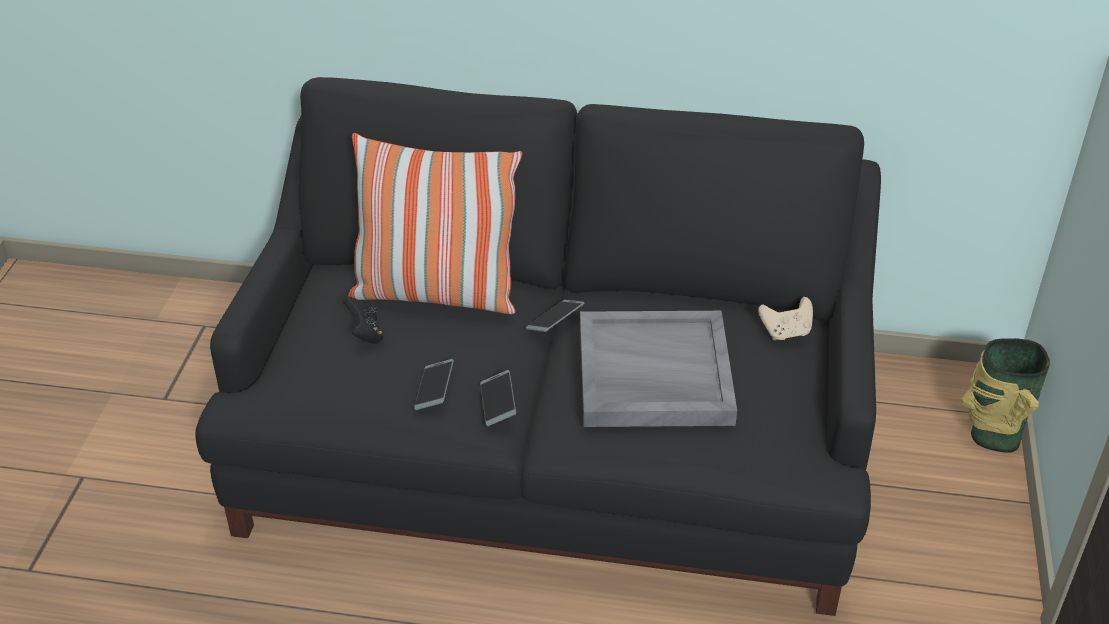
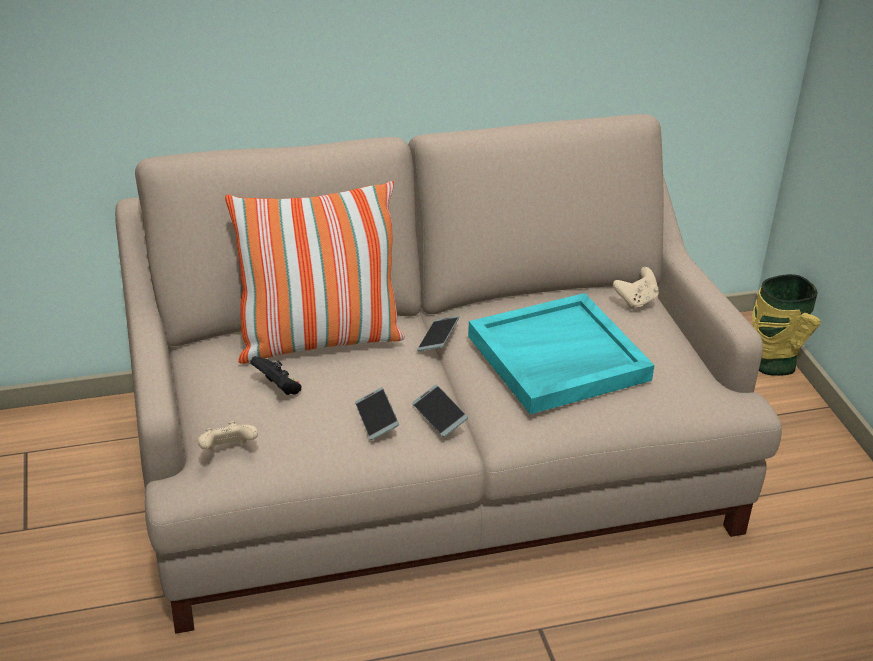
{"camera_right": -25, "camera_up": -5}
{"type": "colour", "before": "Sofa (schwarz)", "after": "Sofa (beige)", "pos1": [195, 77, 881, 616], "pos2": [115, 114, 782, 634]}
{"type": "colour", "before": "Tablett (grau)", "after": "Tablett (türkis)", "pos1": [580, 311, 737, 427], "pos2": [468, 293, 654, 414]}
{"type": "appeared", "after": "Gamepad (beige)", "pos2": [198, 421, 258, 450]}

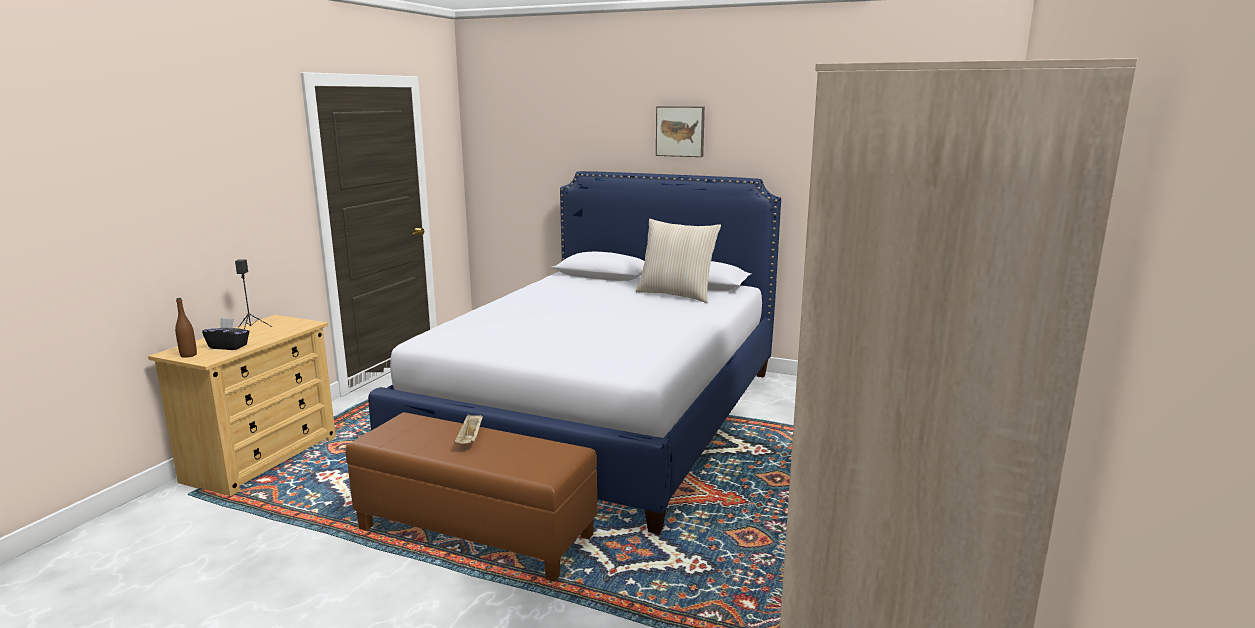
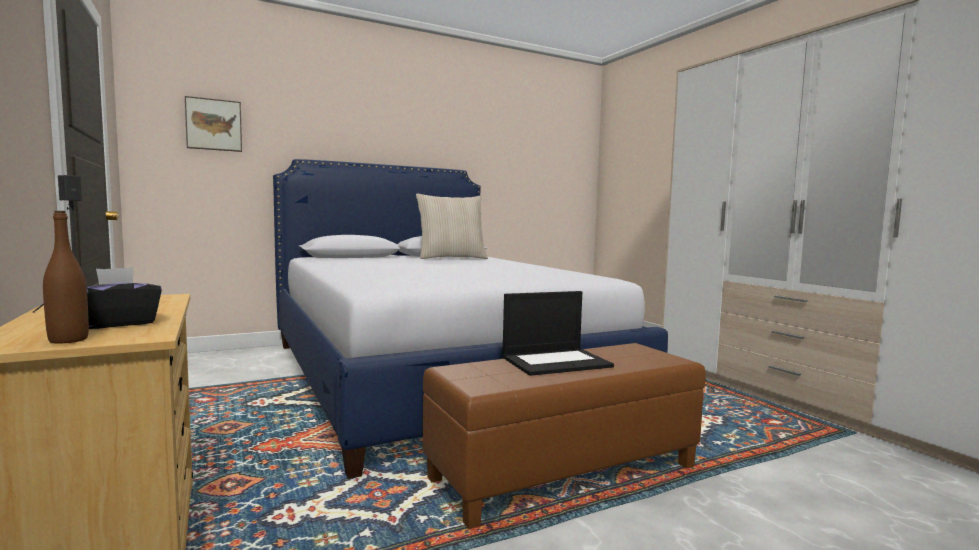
{"camera_right": -50, "camera_up": -10}
{"type": "relocated", "before": "Bild", "pos1": [656, 106, 705, 157], "pos2": [185, 96, 242, 152]}
{"type": "exchanged", "before": "Tablett (beige)", "after": "Laptop", "pos1": [455, 414, 483, 444], "pos2": [503, 291, 614, 376]}

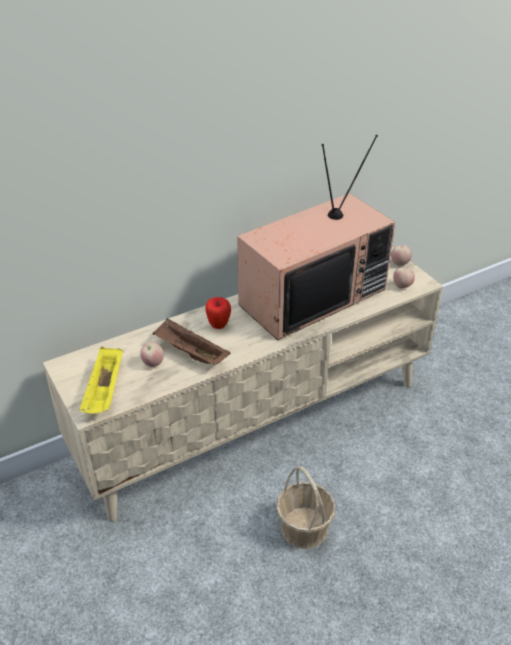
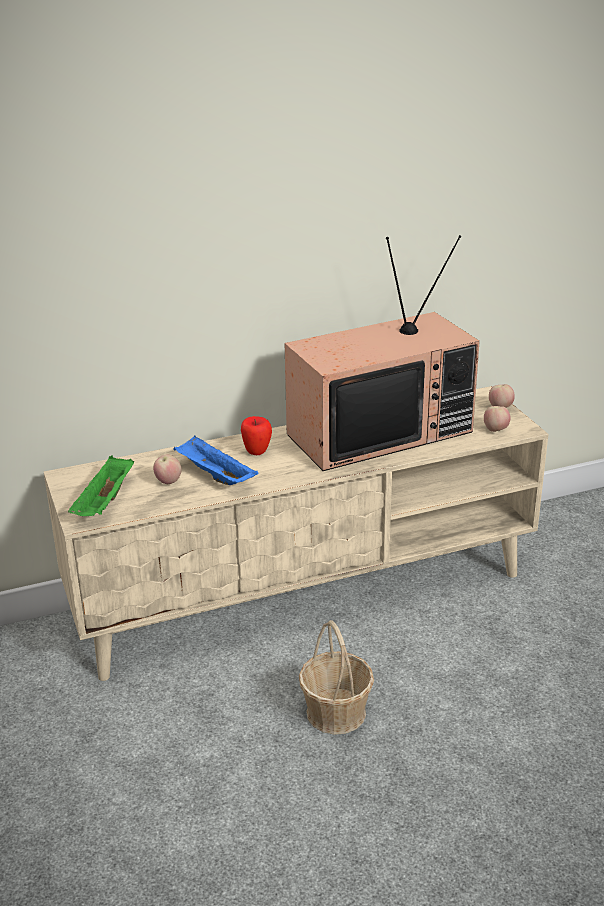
{"camera_right": 10, "camera_up": -10}
{"type": "colour", "before": "Tablett (braun)", "after": "Tablett (blau)", "pos1": [153, 318, 230, 365], "pos2": [173, 436, 258, 485]}
{"type": "colour", "before": "Tablett (gelb)", "after": "Tablett (grün)", "pos1": [79, 346, 123, 414], "pos2": [68, 455, 134, 516]}

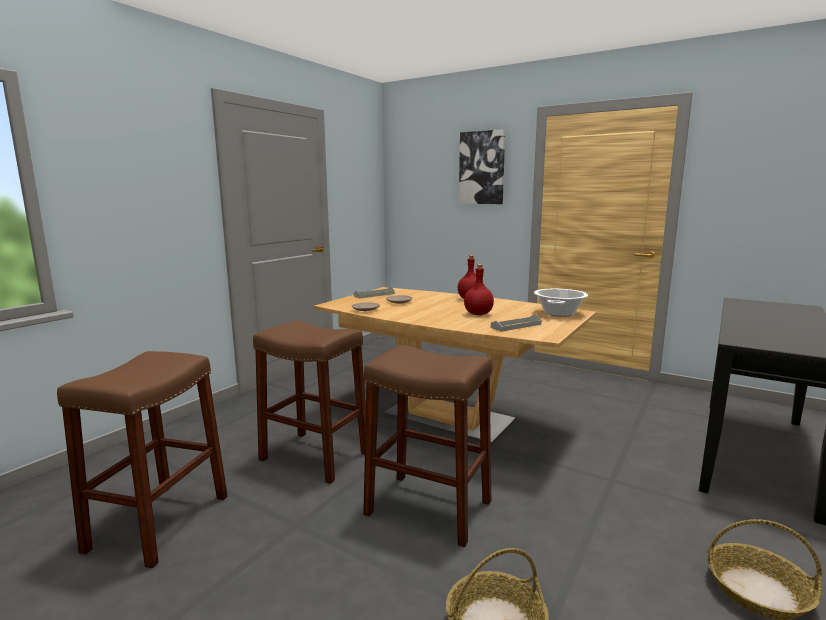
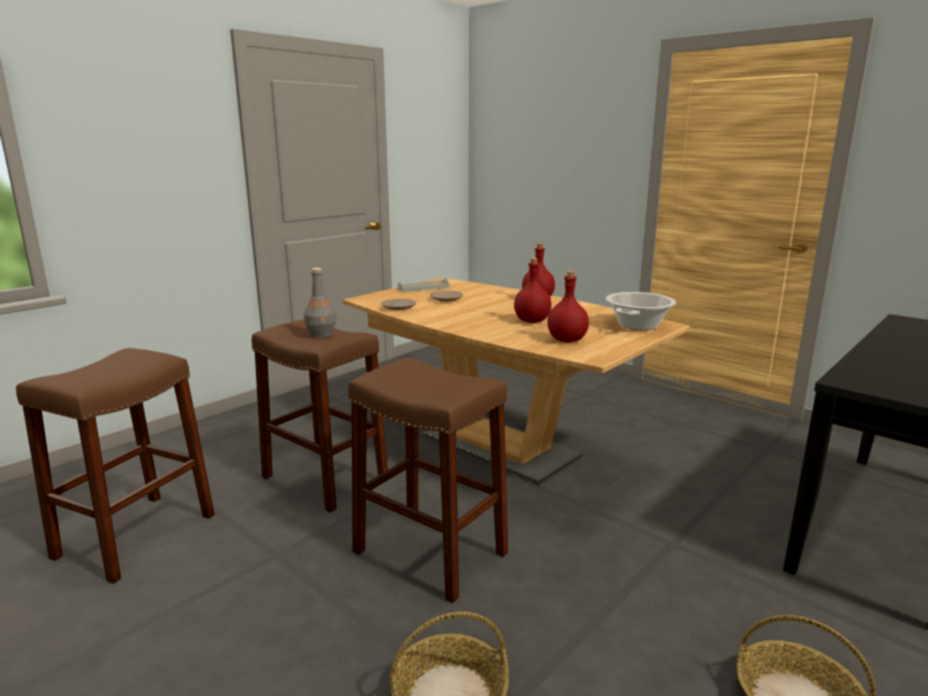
{"camera_right": 10, "camera_up": 5}
{"type": "missing", "before": "Bild", "pos1": [459, 129, 505, 204]}
{"type": "exchanged", "before": "Tablett (grau)", "after": "Flasche (rot)", "pos1": [491, 314, 542, 332], "pos2": [547, 271, 589, 342]}
{"type": "appeared", "after": "Flasche (grau)", "pos2": [304, 268, 336, 338]}

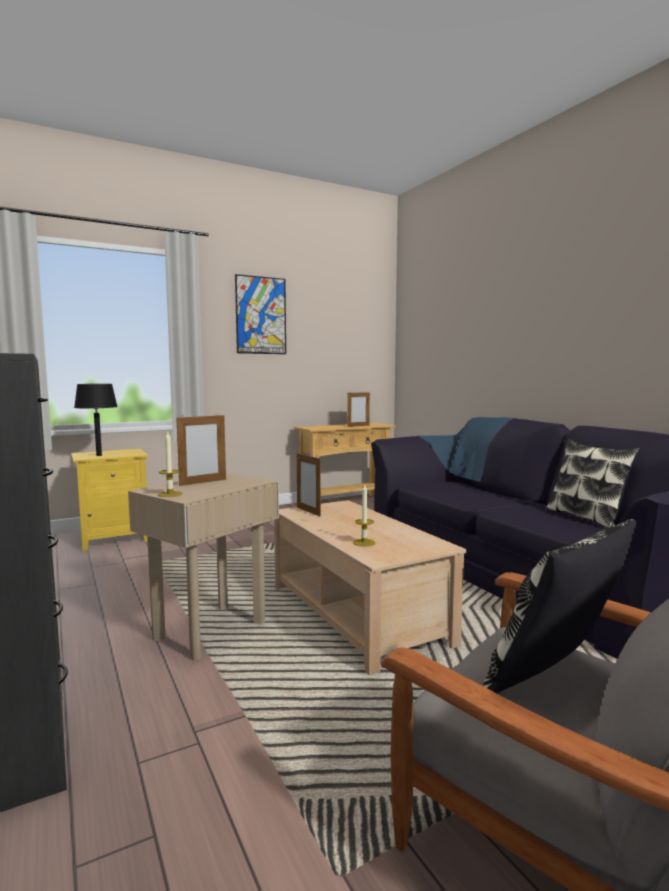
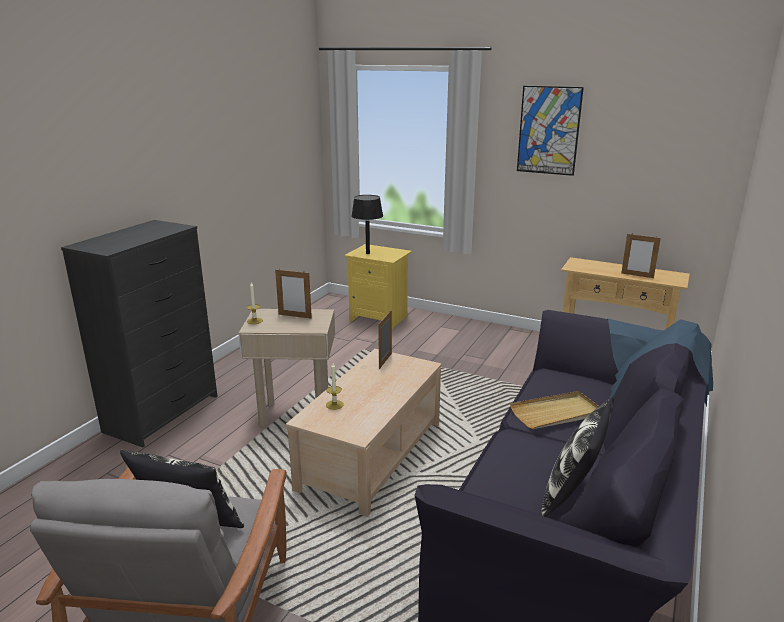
{"camera_right": 55, "camera_up": 15}
{"type": "appeared", "after": "Tablett (beige)", "pos2": [510, 391, 599, 429]}

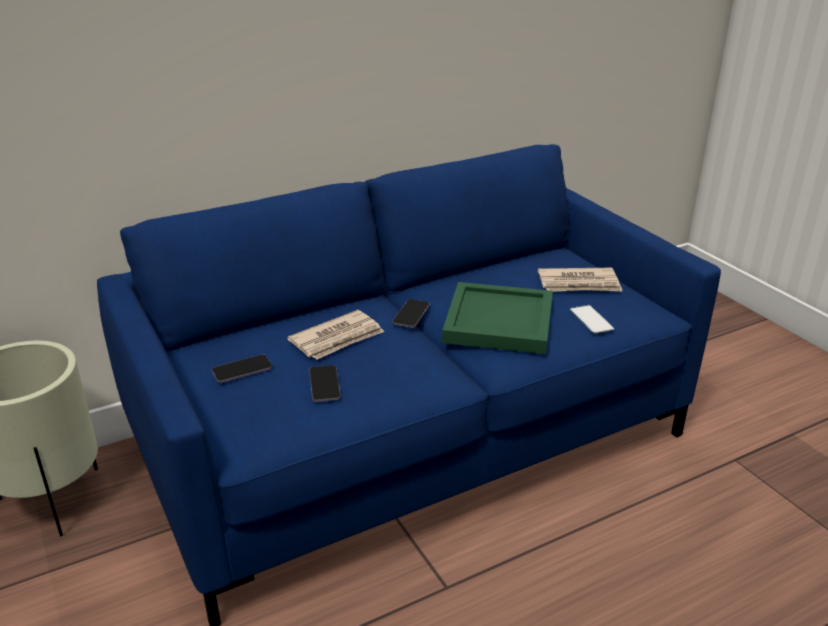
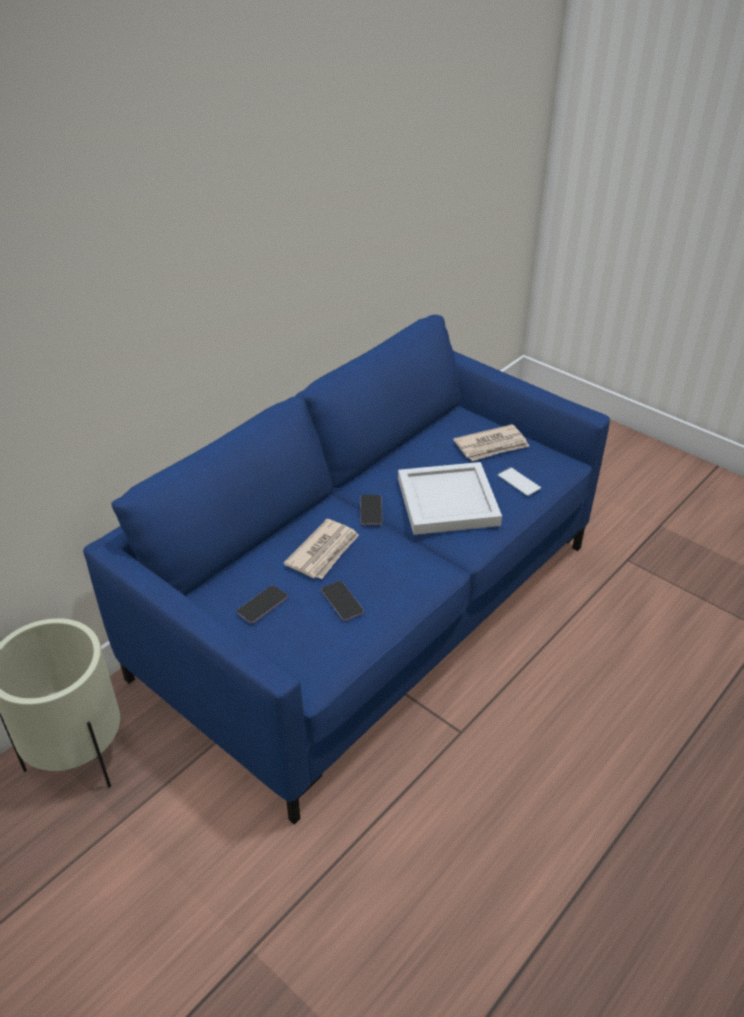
{"camera_right": -20, "camera_up": 10}
{"type": "colour", "before": "Tablett (grün)", "after": "Tablett (weiß)", "pos1": [442, 282, 553, 354], "pos2": [398, 462, 502, 535]}

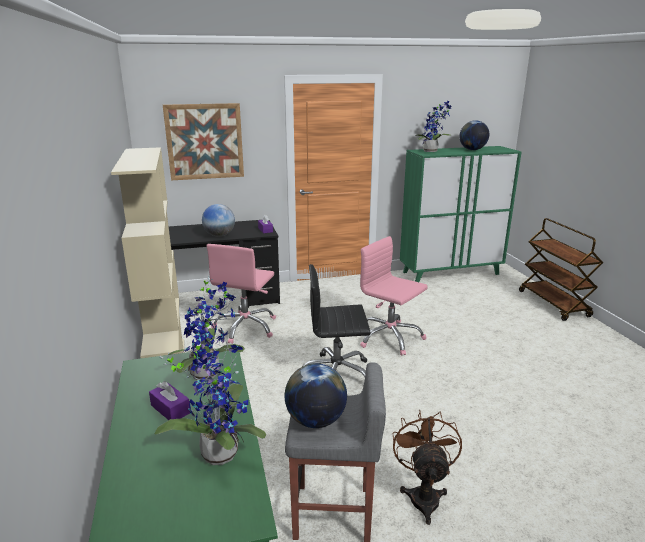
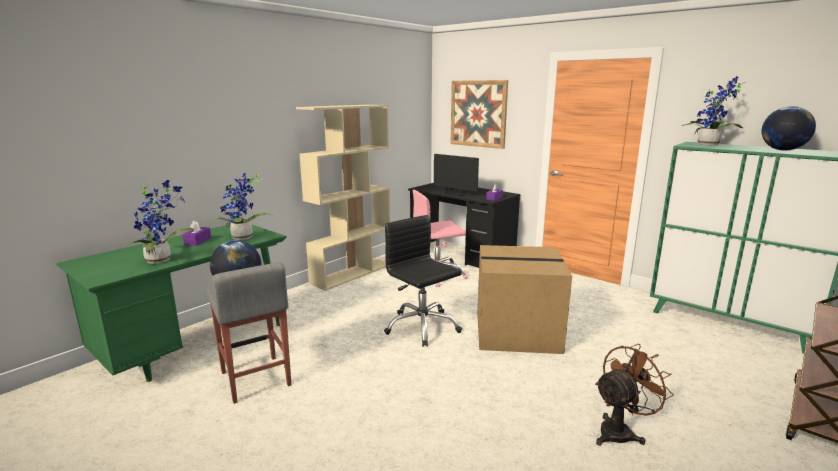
{"camera_right": 55, "camera_up": -5}
{"type": "exchanged", "before": "Globus", "after": "Monitor", "pos1": [202, 204, 235, 237], "pos2": [434, 154, 479, 196]}
{"type": "exchanged", "before": "Bürostuhl (rosa)", "after": "Karton", "pos1": [360, 236, 428, 356], "pos2": [477, 245, 572, 354]}
{"type": "relocated", "before": "Ventilator (braun)", "pos1": [393, 410, 462, 525], "pos2": [595, 344, 674, 446]}

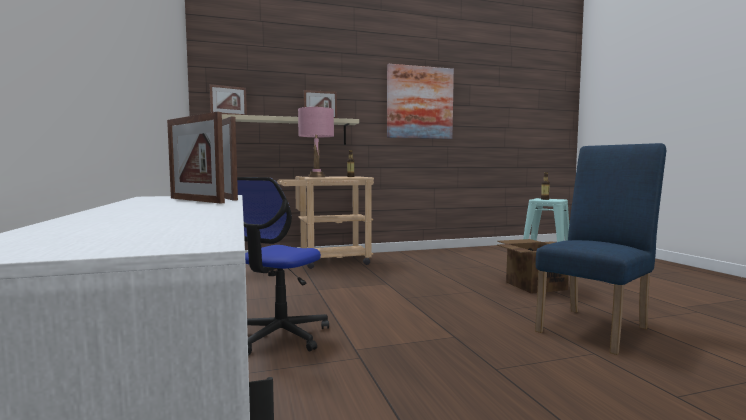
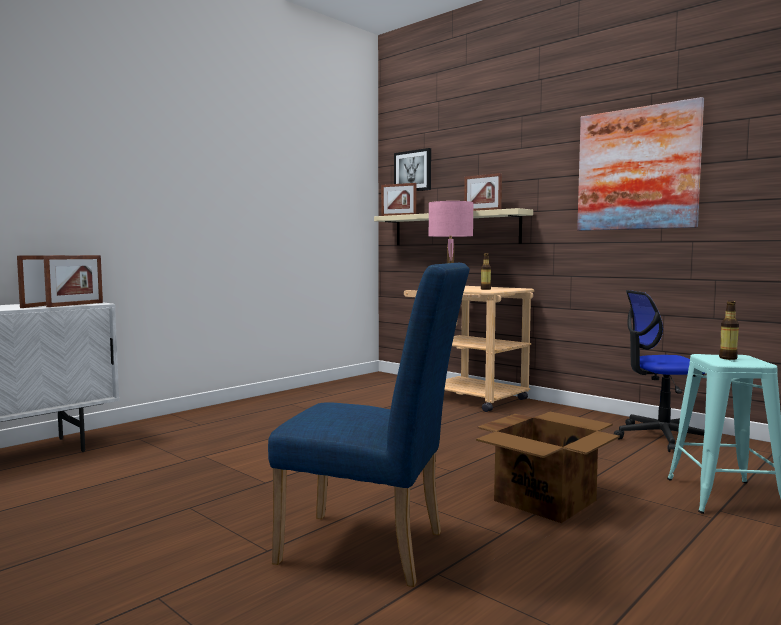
{"camera_right": 60, "camera_up": 0}
{"type": "relocated", "before": "Bürostuhl", "pos1": [237, 177, 329, 356], "pos2": [614, 290, 705, 452]}
{"type": "appeared", "after": "Bild", "pos2": [394, 148, 431, 191]}

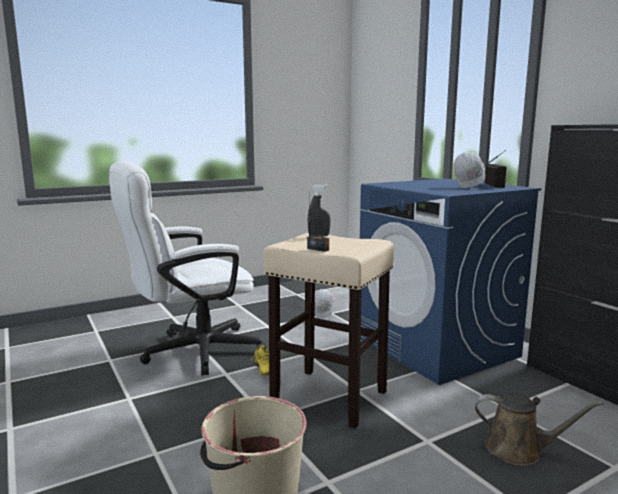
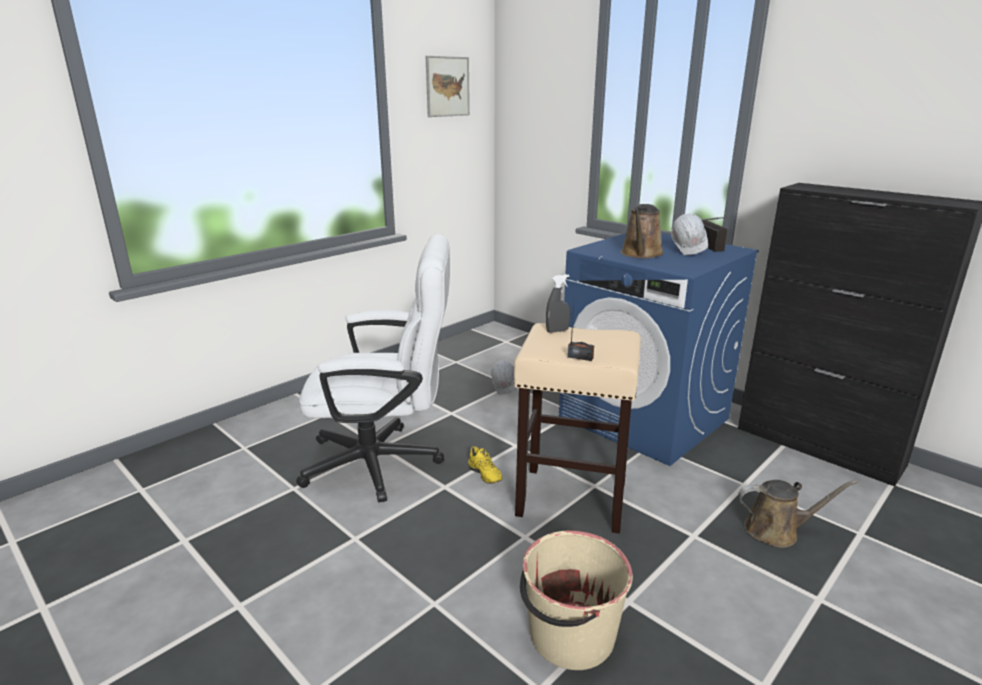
{"camera_right": -15, "camera_up": 10}
{"type": "spun", "before": "Bürostuhl (weiß)", "pos1": [109, 161, 265, 376], "pos2": [296, 234, 450, 503], "turn": -135}
{"type": "appeared", "after": "Bild", "pos2": [426, 56, 470, 117]}
{"type": "appeared", "after": "Gießkanne (braun)", "pos2": [621, 204, 664, 259]}

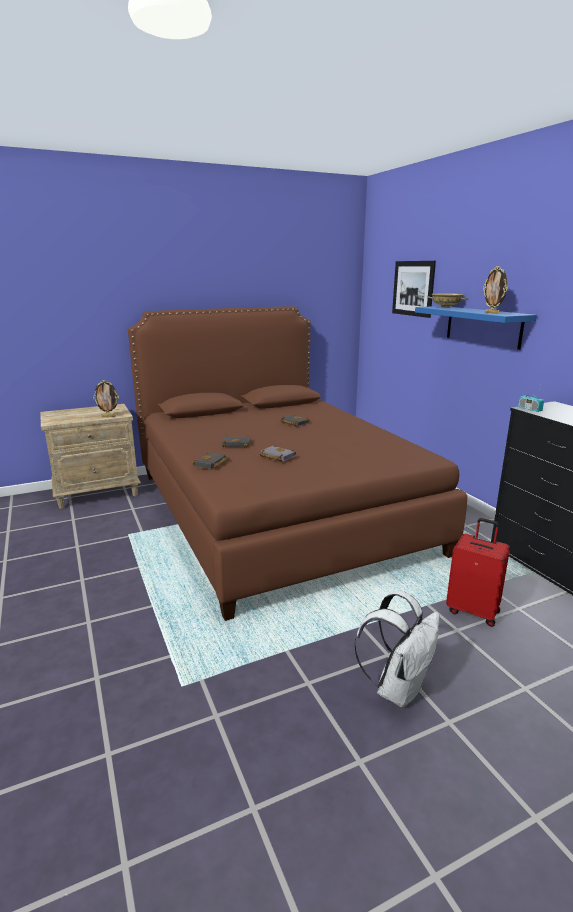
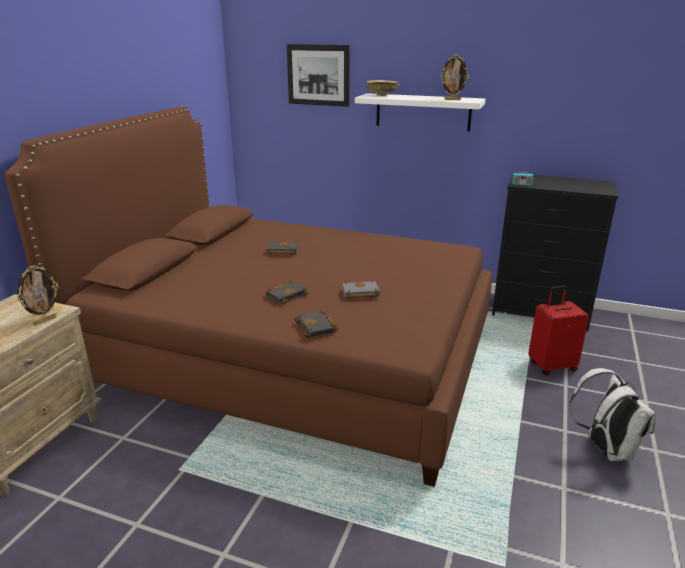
{"camera_right": -45, "camera_up": 5}
{"type": "colour", "before": "Wandregal (blau)", "after": "Wandregal (weiß)", "pos1": [415, 306, 537, 350], "pos2": [355, 93, 486, 131]}

